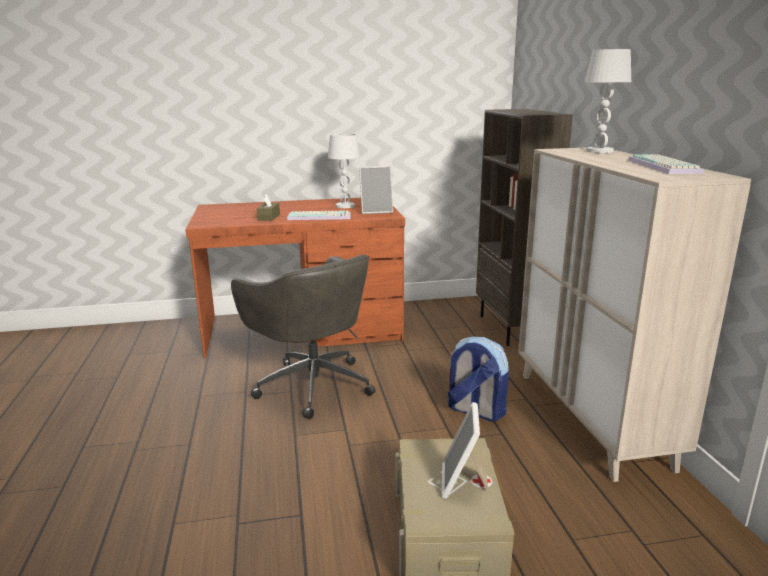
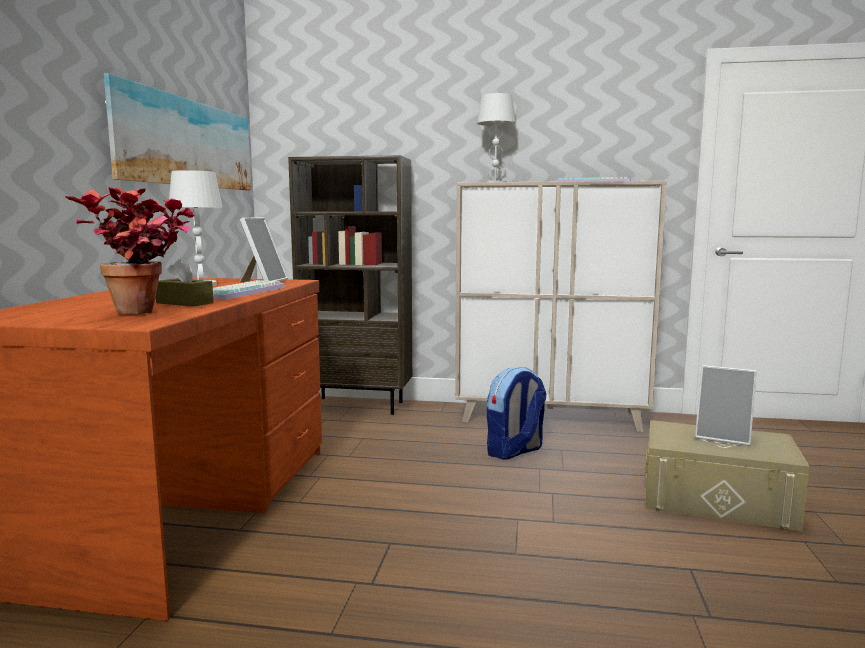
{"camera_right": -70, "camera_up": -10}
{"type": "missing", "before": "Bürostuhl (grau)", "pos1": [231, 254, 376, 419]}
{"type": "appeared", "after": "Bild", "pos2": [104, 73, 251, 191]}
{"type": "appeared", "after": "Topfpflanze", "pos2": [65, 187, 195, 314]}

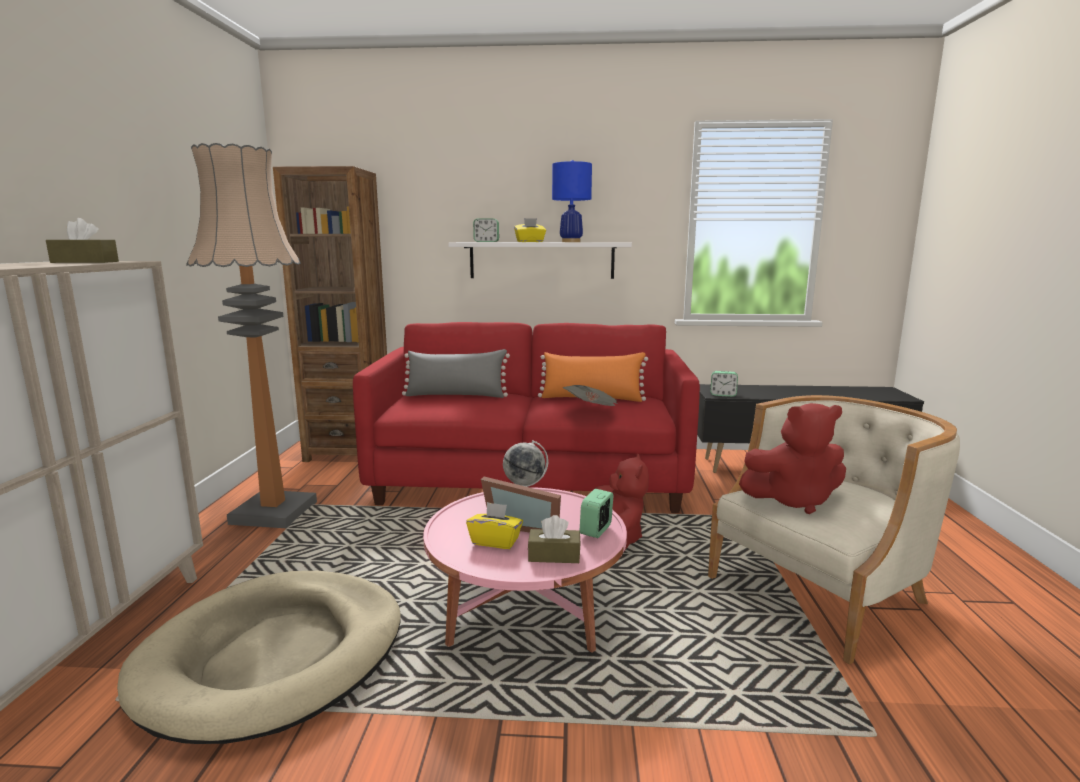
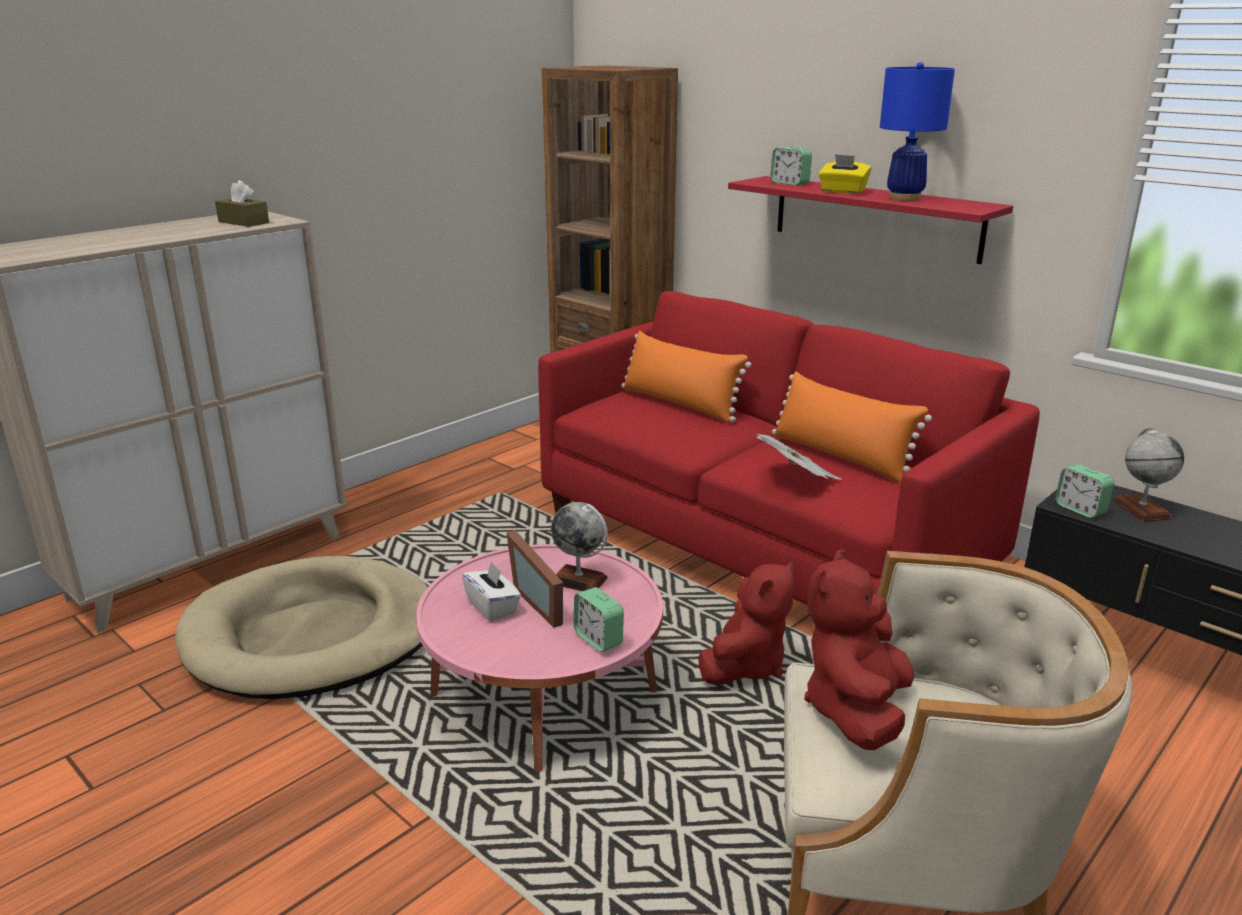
{"camera_right": 40, "camera_up": 10}
{"type": "missing", "before": "Stehlampe", "pos1": [186, 143, 317, 528]}
{"type": "colour", "before": "Wandregal (weiß)", "after": "Wandregal (rot)", "pos1": [448, 242, 632, 279], "pos2": [728, 176, 1013, 264]}
{"type": "colour", "before": "Kissen (grau)", "after": "Kissen (orange)", "pos1": [402, 349, 510, 398], "pos2": [621, 331, 751, 423]}
{"type": "spun", "before": "Plüschtier (rot)", "pos1": [739, 403, 846, 514], "pos2": [804, 549, 914, 750], "turn": 75}
{"type": "spun", "before": "Wecker", "pos1": [580, 489, 613, 538], "pos2": [574, 587, 624, 652], "turn": -105}
{"type": "colour", "before": "Taschentuchbox (gelb)", "after": "Taschentuchbox (weiß)", "pos1": [466, 502, 523, 549], "pos2": [462, 561, 521, 622]}
{"type": "missing", "before": "Taschentuchbox (braun)", "pos1": [528, 515, 581, 563]}
{"type": "appeared", "after": "Globus", "pos2": [1113, 427, 1184, 522]}

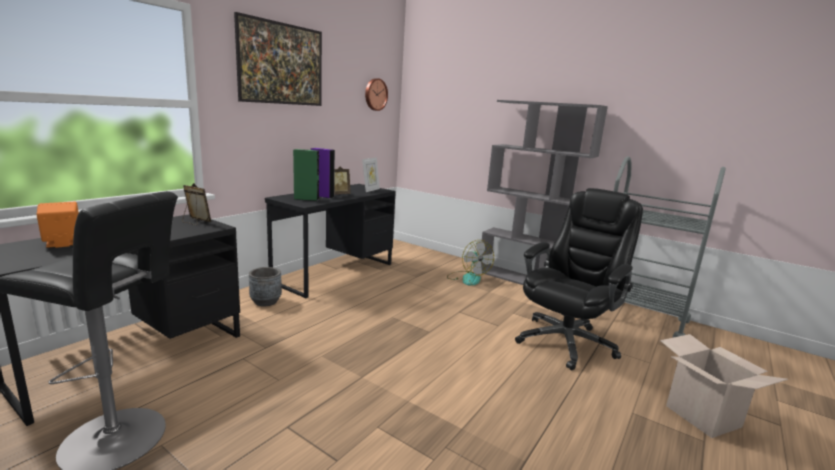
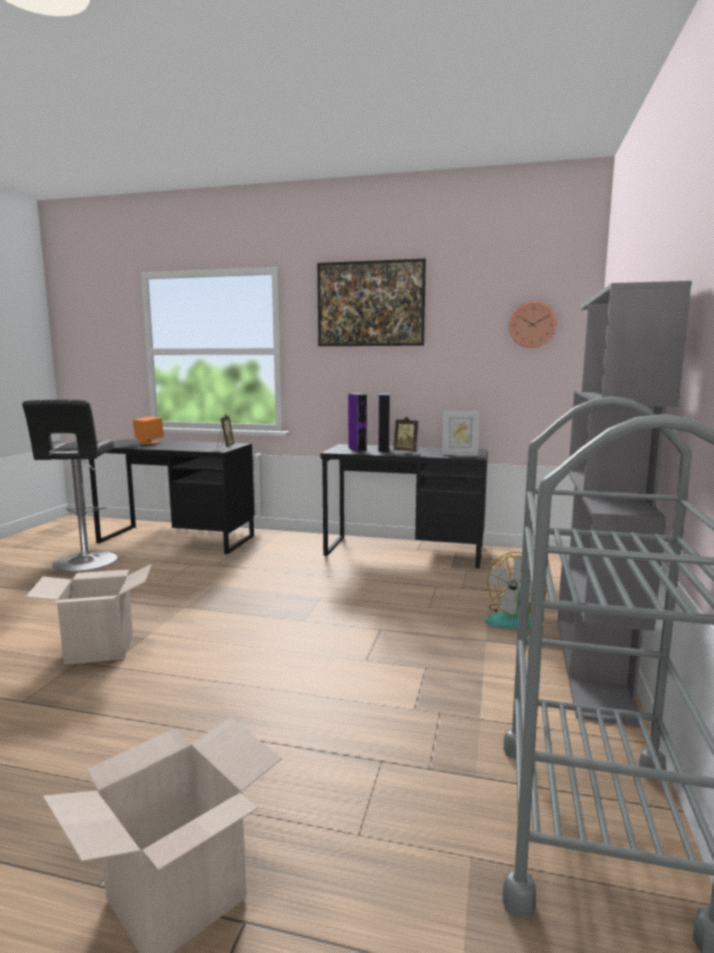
{"camera_right": 70, "camera_up": -5}
{"type": "colour", "before": "Lautsprecher (grün)", "after": "Lautsprecher (lila)", "pos1": [293, 149, 319, 201], "pos2": [348, 393, 367, 452]}
{"type": "missing", "before": "Bürostuhl (schwarz)", "pos1": [515, 188, 643, 370]}
{"type": "missing", "before": "Pflanzkübel (grau)", "pos1": [249, 267, 282, 306]}
{"type": "appeared", "after": "Karton", "pos2": [25, 564, 152, 665]}

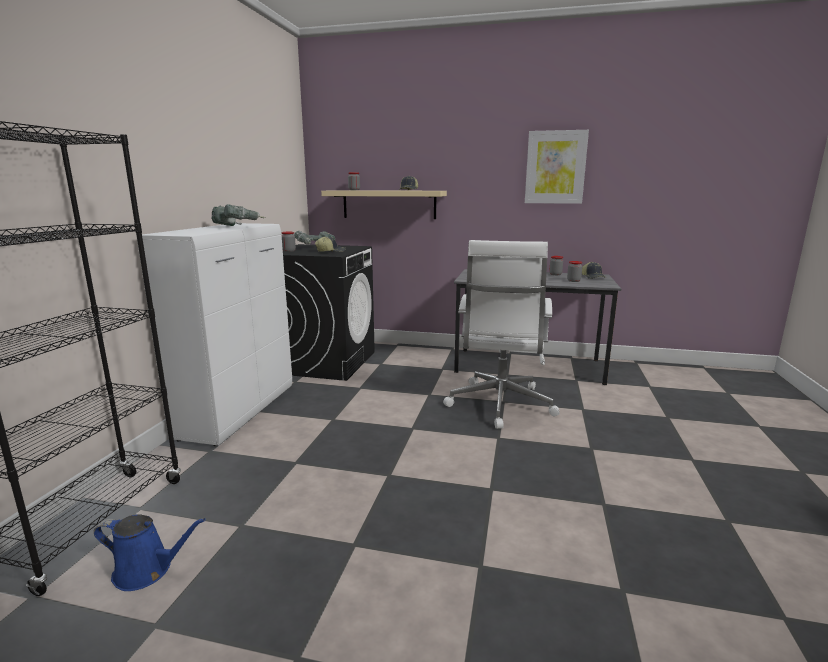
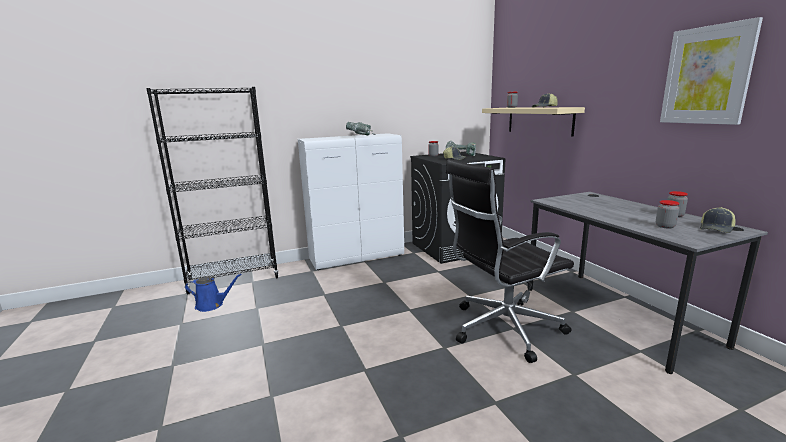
{"camera_right": 55, "camera_up": 0}
{"type": "colour", "before": "Bürostuhl (weiß)", "after": "Bürostuhl (schwarz)", "pos1": [443, 240, 559, 429], "pos2": [446, 159, 574, 363]}
{"type": "spun", "before": "Gießkanne (blau)", "pos1": [94, 514, 206, 591], "pos2": [185, 274, 242, 312], "turn": -60}

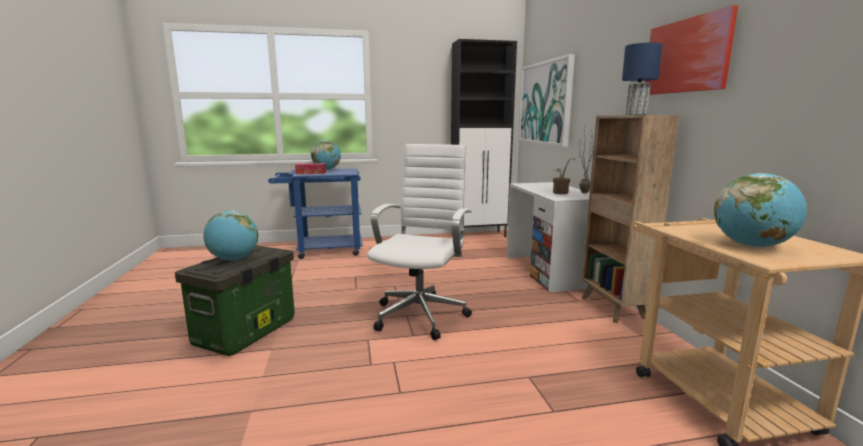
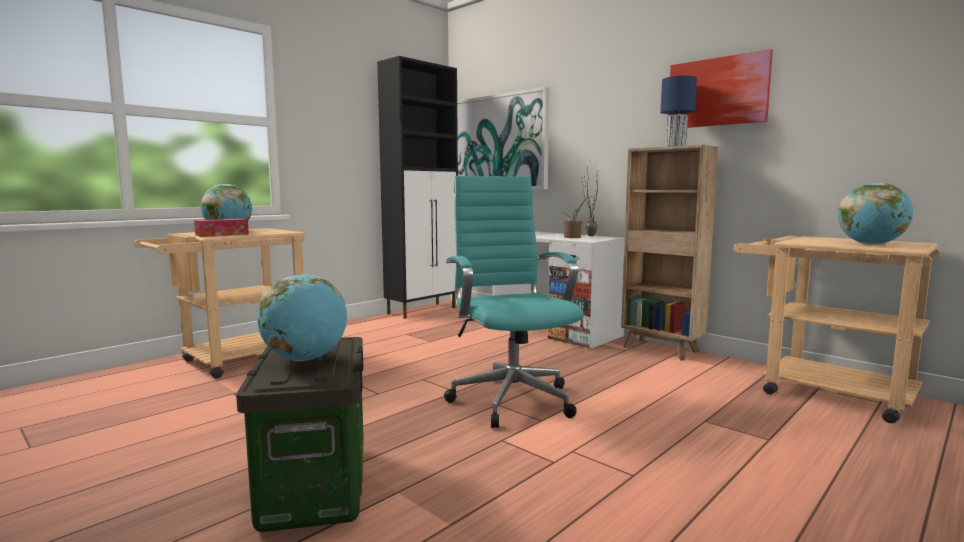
{"camera_right": -35, "camera_up": -5}
{"type": "colour", "before": "Bürostuhl (weiß)", "after": "Bürostuhl (türkis)", "pos1": [367, 144, 472, 340], "pos2": [444, 176, 584, 428]}
{"type": "colour", "before": "Rollwagen (blau)", "after": "Rollwagen (beige)", "pos1": [268, 168, 363, 259], "pos2": [134, 228, 306, 379]}

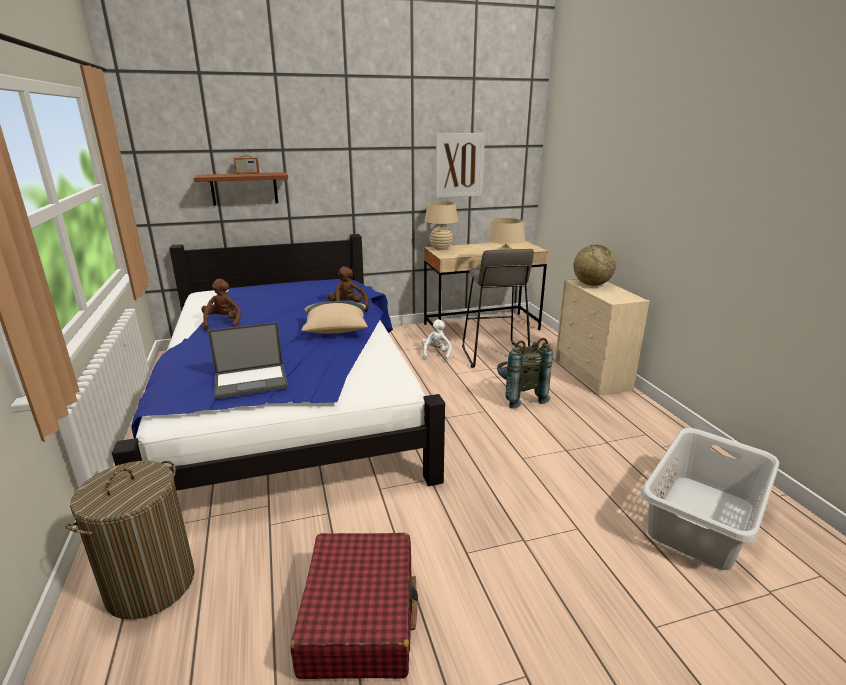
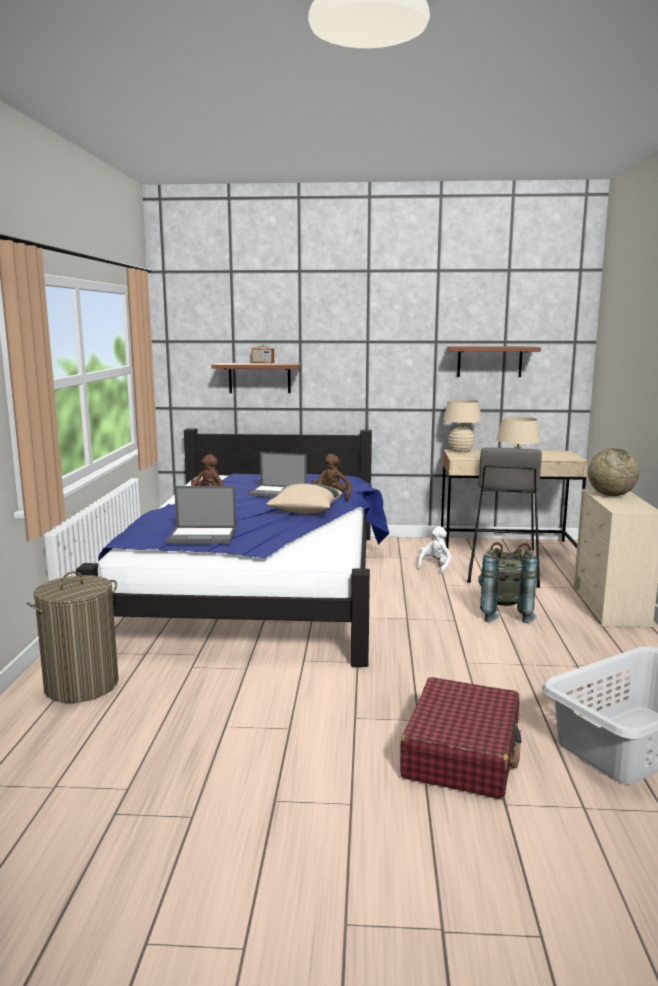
{"camera_right": 20, "camera_up": -10}
{"type": "exchanged", "before": "Bild", "after": "Wandregal (braun)", "pos1": [435, 133, 485, 198], "pos2": [447, 346, 541, 377]}
{"type": "relocated", "before": "Koffer (rot)", "pos1": [290, 533, 418, 679], "pos2": [400, 677, 521, 799]}
{"type": "appeared", "after": "Laptop", "pos2": [248, 452, 307, 497]}

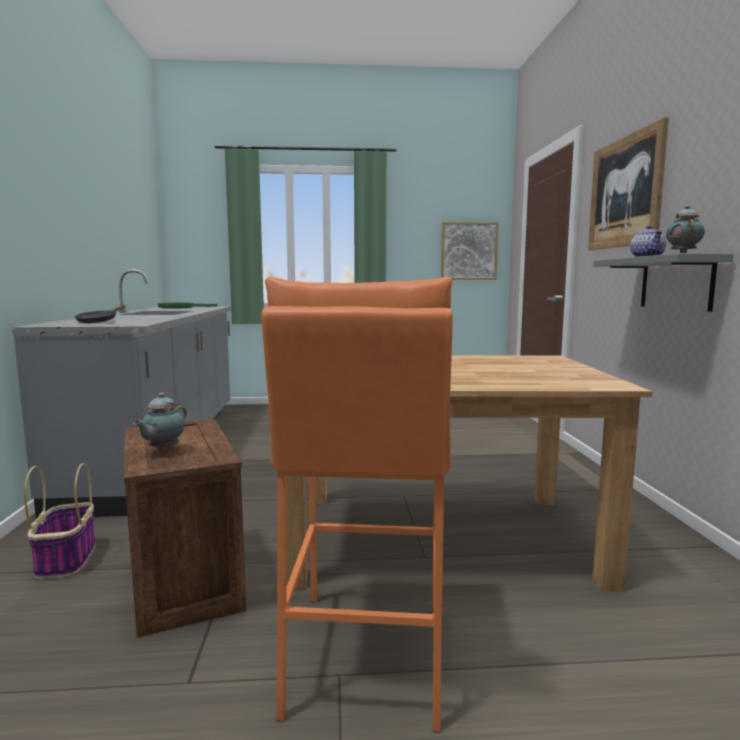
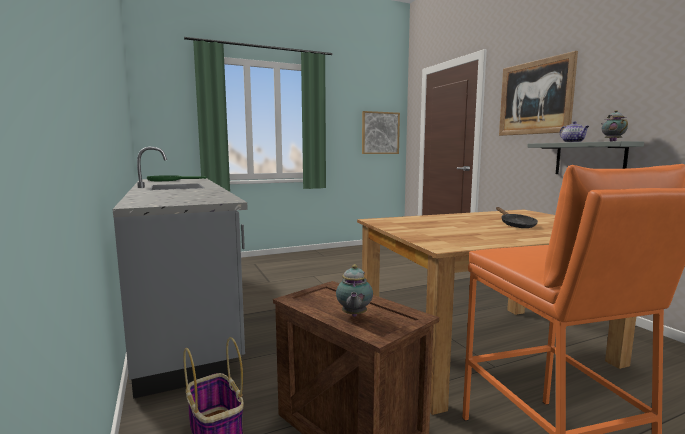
{"camera_right": -20, "camera_up": 0}
{"type": "relocated", "before": "Pfanne (schwarz)", "pos1": [74, 305, 125, 323], "pos2": [496, 207, 538, 228]}

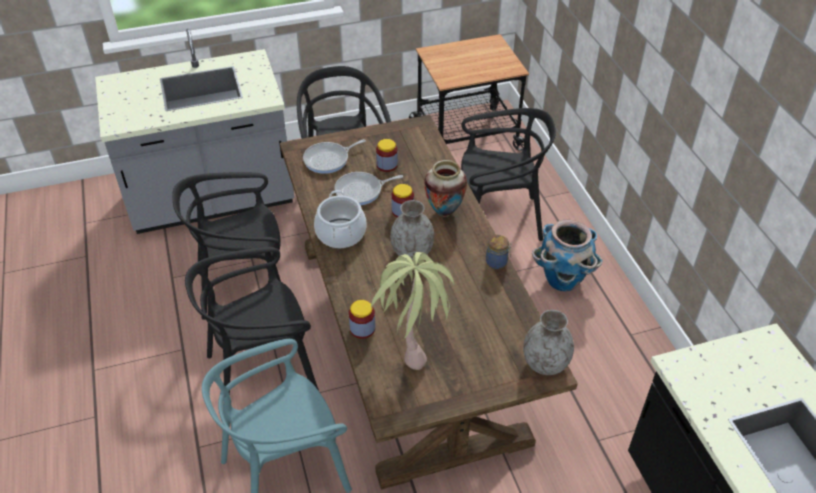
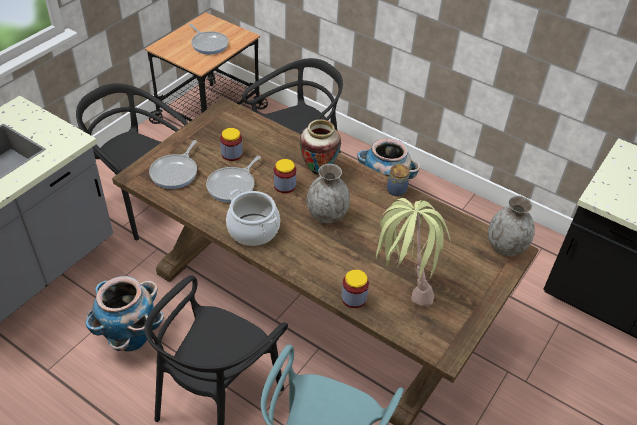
{"camera_right": -40, "camera_up": 0}
{"type": "exchanged", "before": "Stuhl (schwarz)", "after": "Pflanzkübel", "pos1": [172, 172, 281, 320], "pos2": [86, 276, 164, 352]}
{"type": "appeared", "after": "Pfanne", "pos2": [189, 24, 228, 54]}

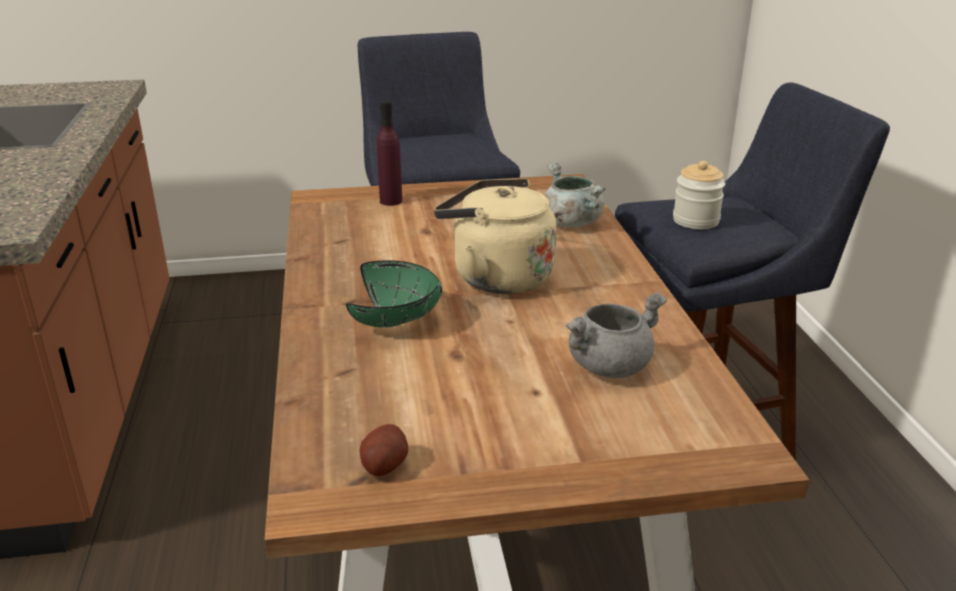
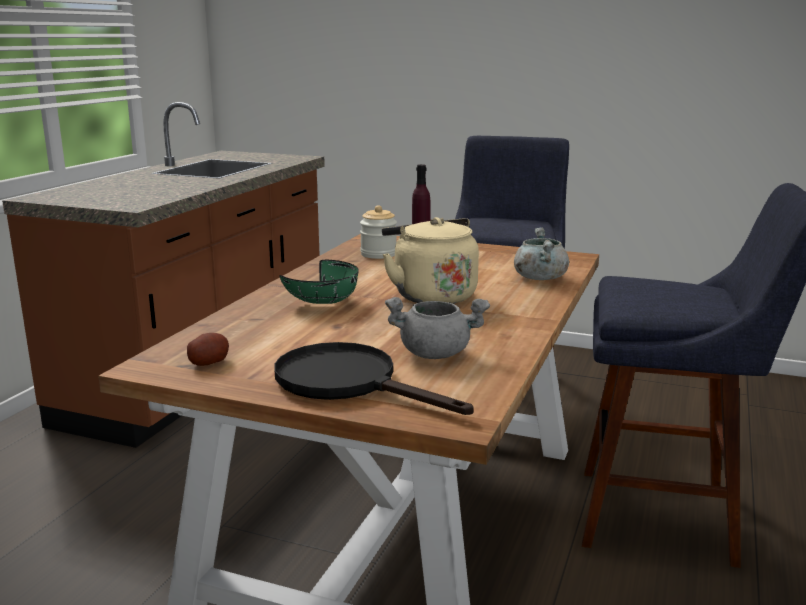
{"camera_right": 30, "camera_up": -10}
{"type": "relocated", "before": "Vorratsglas", "pos1": [673, 161, 725, 229], "pos2": [360, 205, 397, 259]}
{"type": "appeared", "after": "Pfanne (schwarz)", "pos2": [274, 342, 474, 415]}

